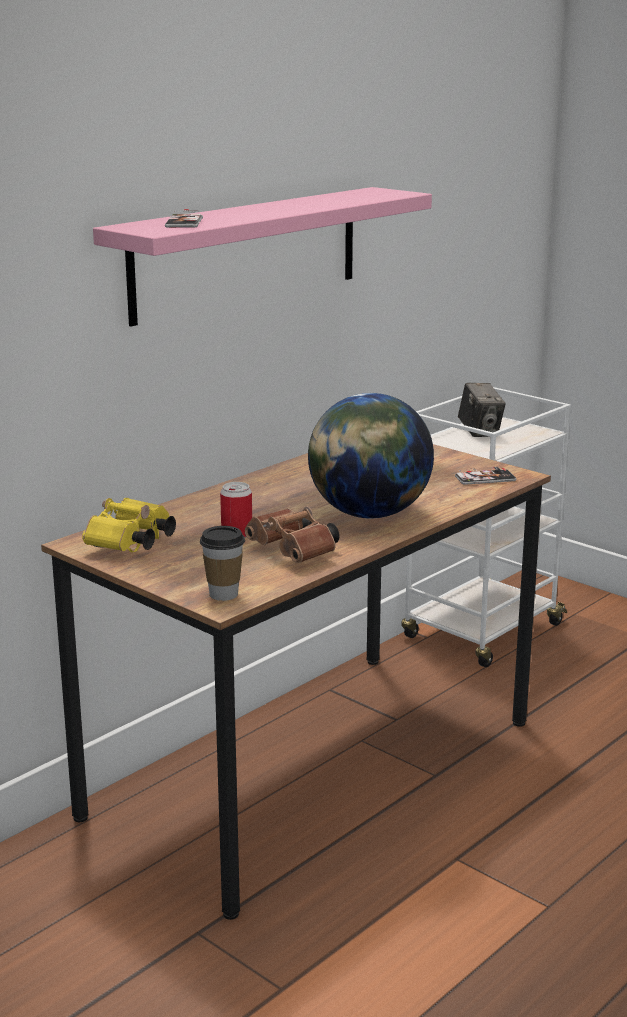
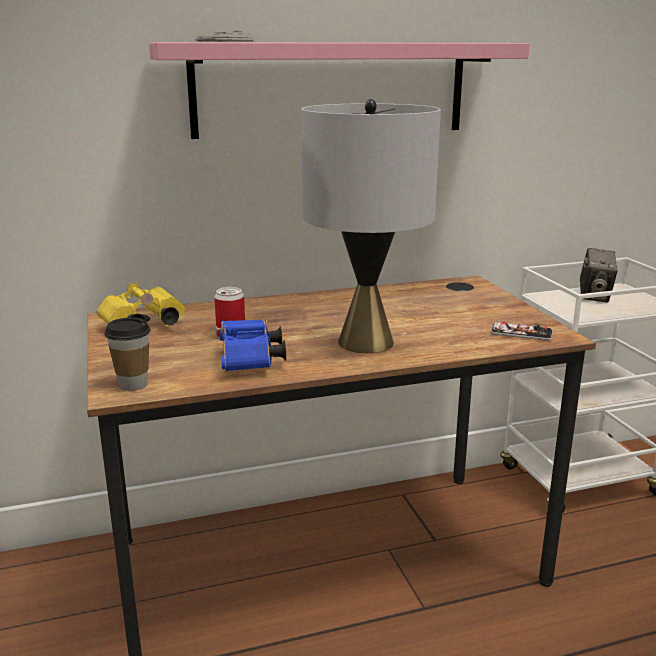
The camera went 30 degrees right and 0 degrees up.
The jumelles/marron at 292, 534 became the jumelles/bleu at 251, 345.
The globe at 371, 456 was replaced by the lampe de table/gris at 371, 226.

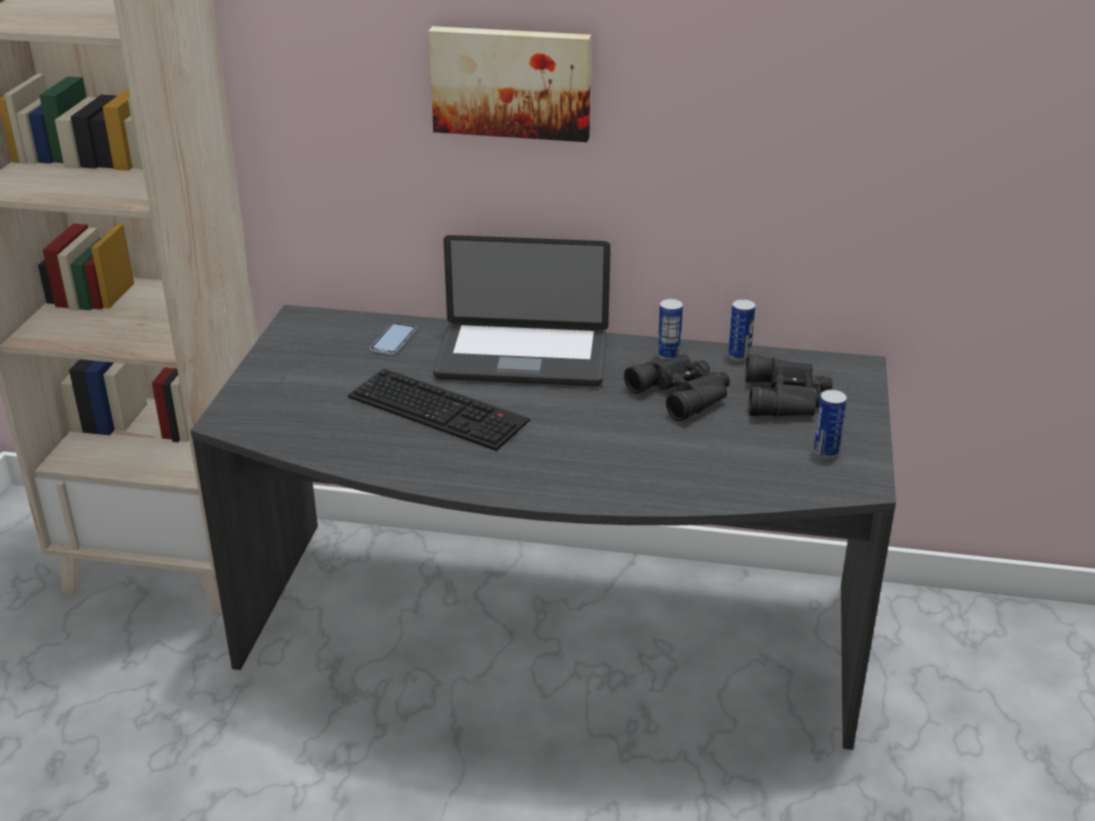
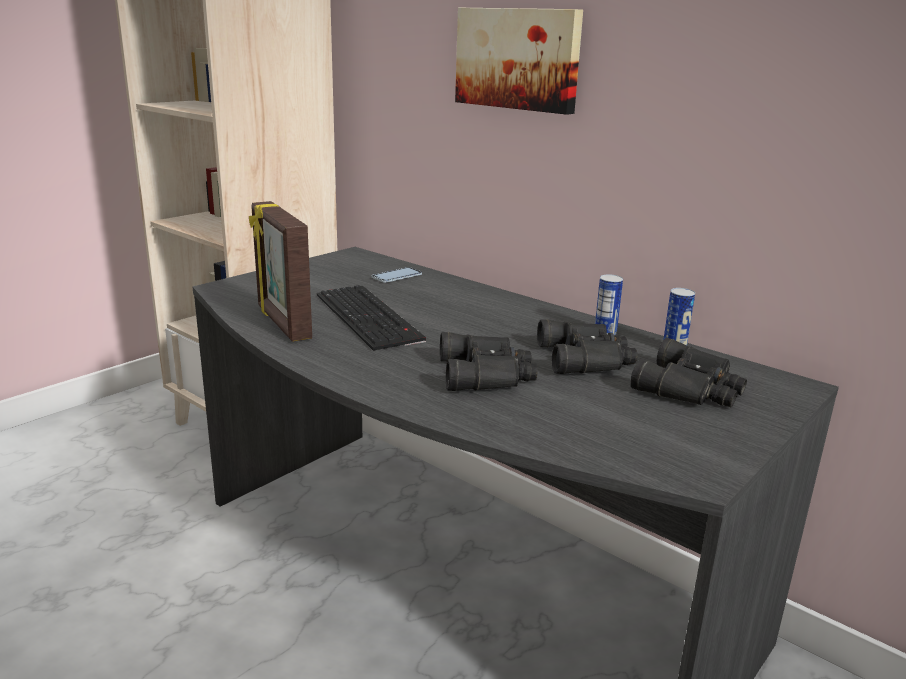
The camera went 30 degrees right and 10 degrees down.
The ordinateur portable at 522, 310 disappeared.
The boîte métallique at 830, 424 disappeared.
The cadre photo at 280, 271 appeared.
The jumelles/noir at 489, 361 appeared.

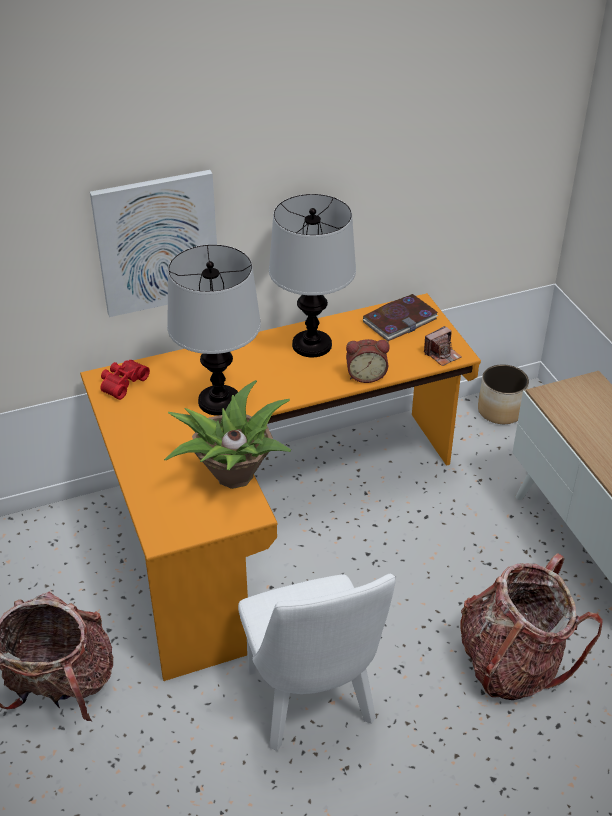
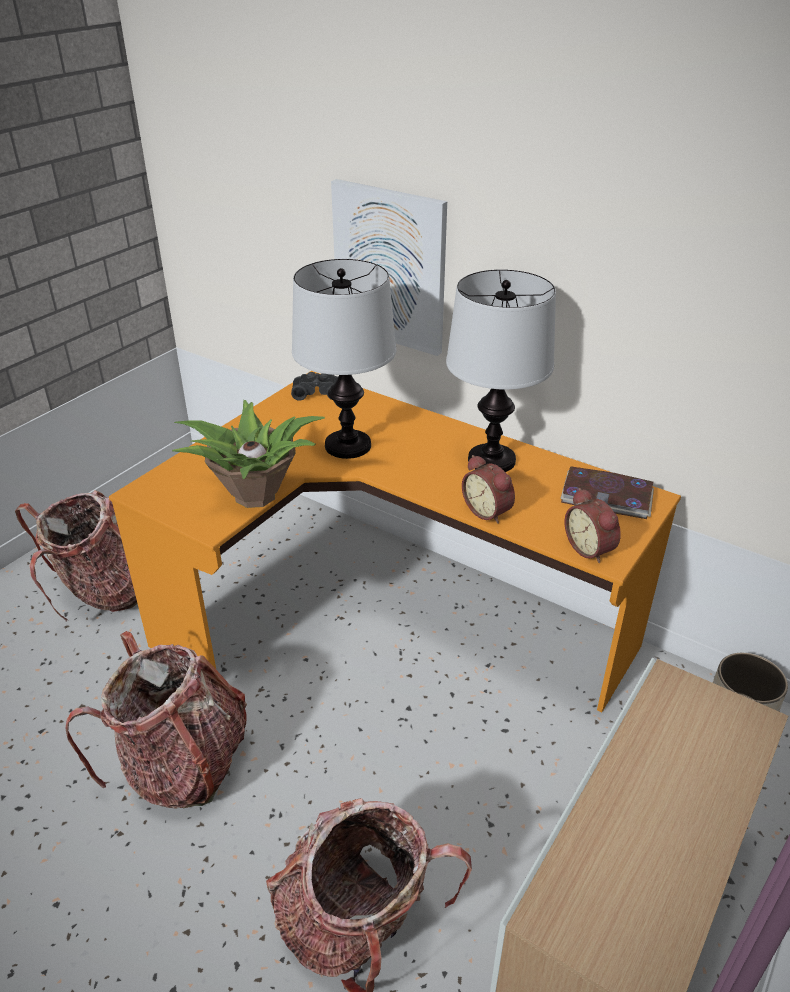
The camera went 55 degrees right and 5 degrees down.
The jumelles/rouge at 125, 380 became the jumelles/noir at 314, 386.
The chaise/blanc at 317, 662 was replaced by the sac à dos at 156, 720.
The appareil photo at 443, 346 was replaced by the réveil at 593, 525.

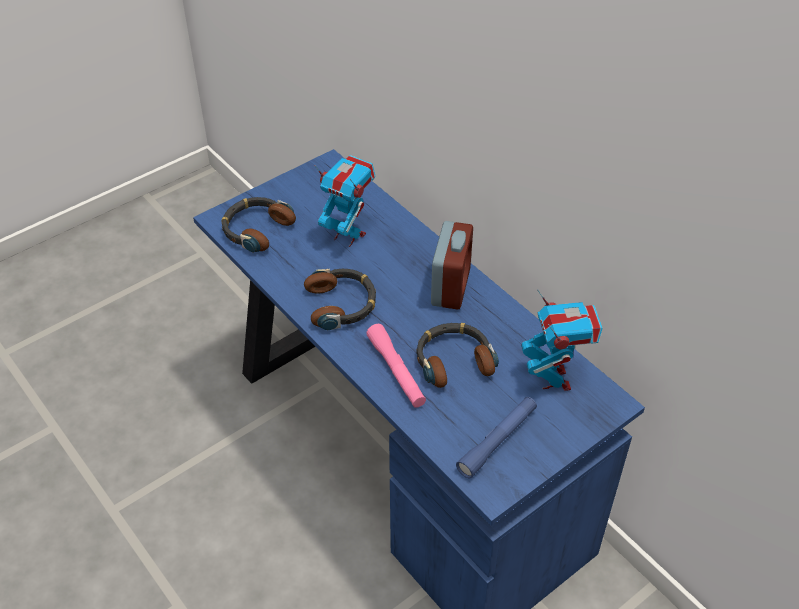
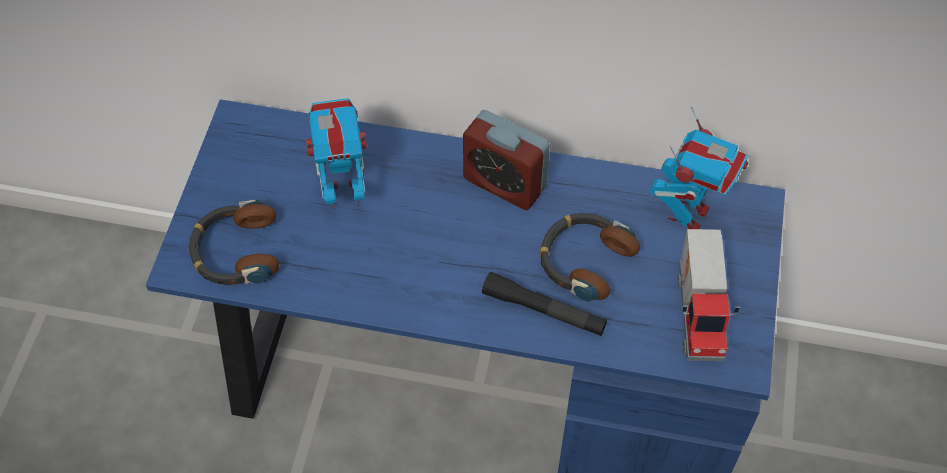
The camera went 40 degrees left and 10 degrees up.
The casque audio at 340, 299 disappeared.
The lampe de poche/rose at 396, 366 became the lampe de poche/noir at 544, 304.
The réveil at 452, 265 turned 150 degrees clockwise.
The lampe de poche/bleu at 496, 437 was replaced by the camion jouet at 708, 295.
The robot jouet at 561, 340 turned 75 degrees clockwise.

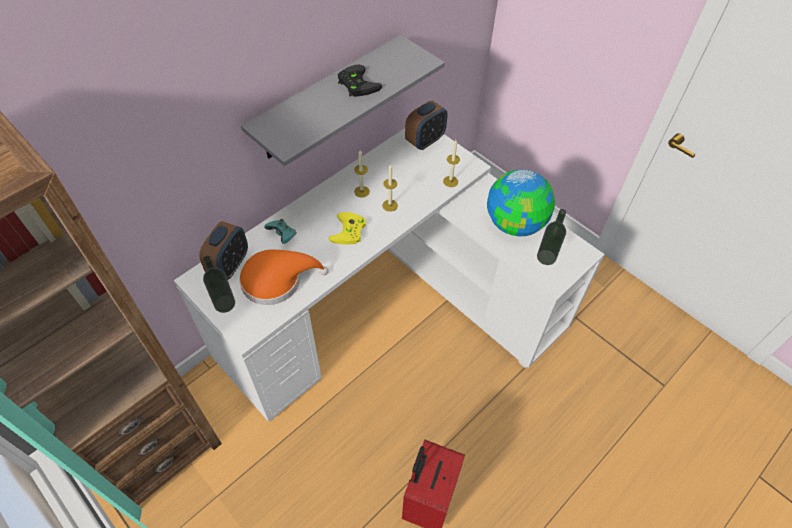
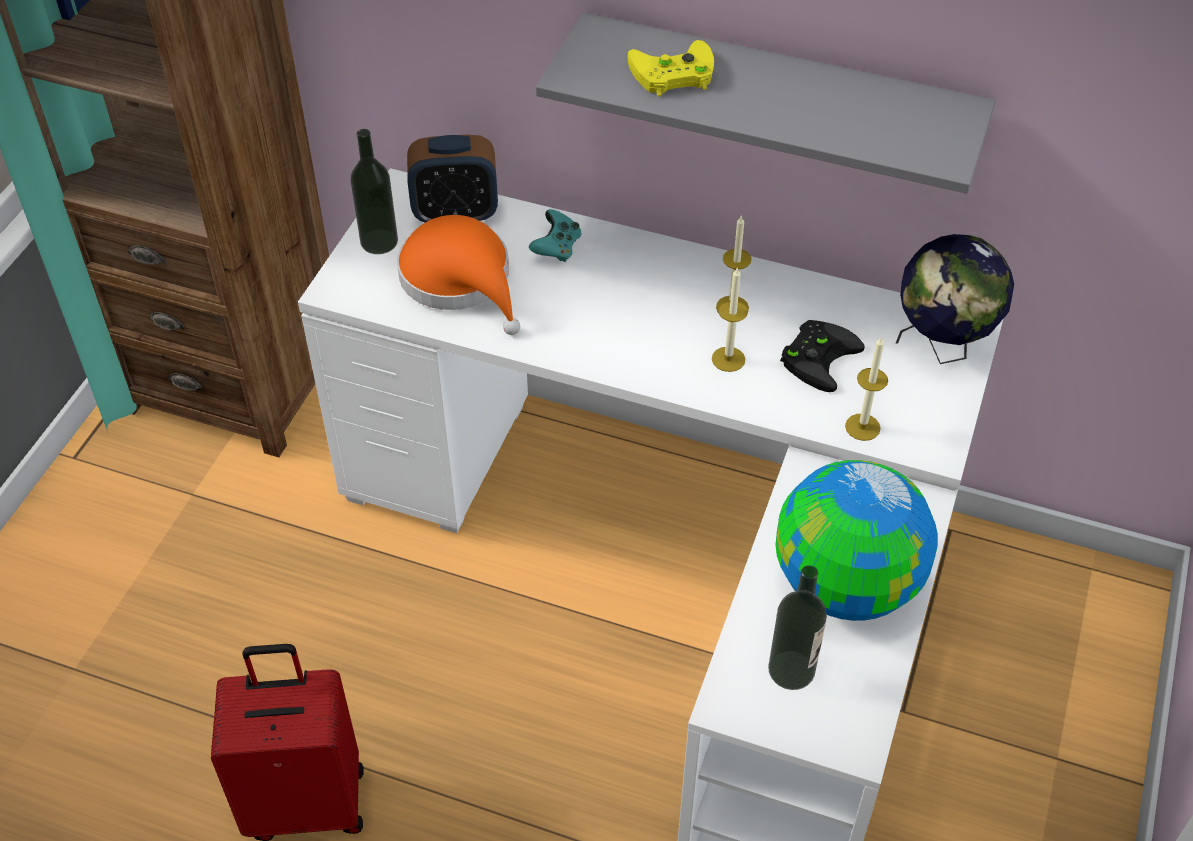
The camera went 65 degrees right and 5 degrees down.
The manette/jaune moved from 347, 228 to 671, 68.
The manette/noir moved from 360, 81 to 822, 356.
The réveil at 426, 125 was replaced by the globe at 955, 299.

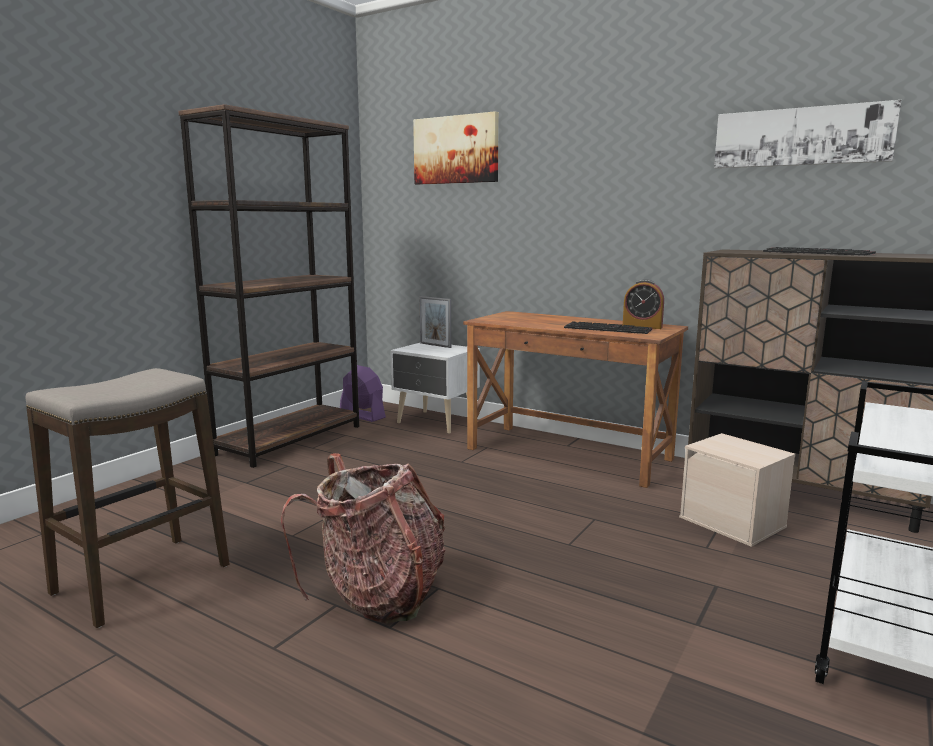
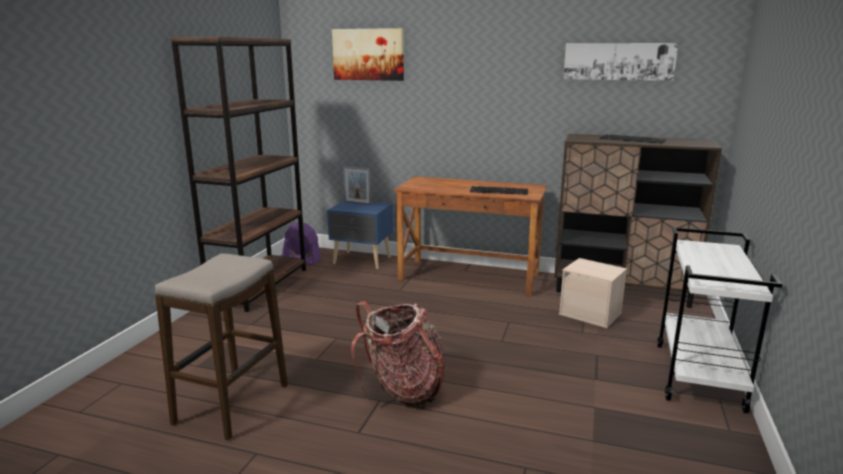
The camera went 15 degrees left and 5 degrees up.
The table de chevet/blanc at 435, 388 became the table de chevet/bleu at 360, 235.
The réveil at 643, 304 disappeared.

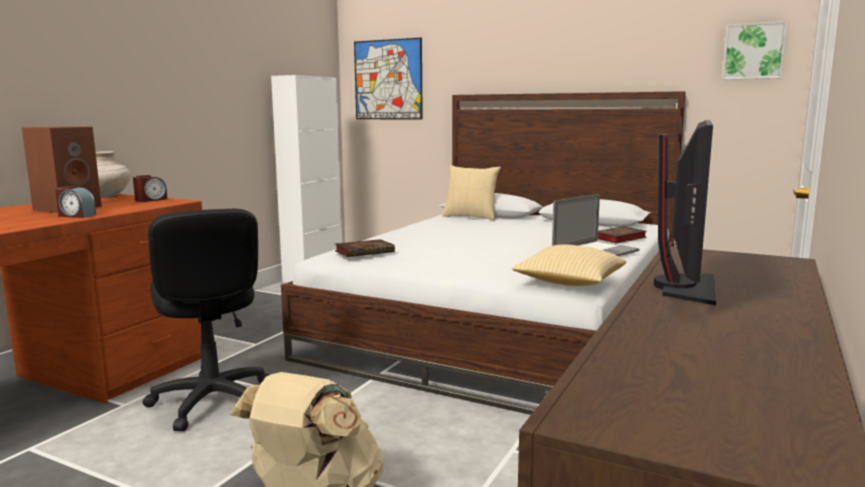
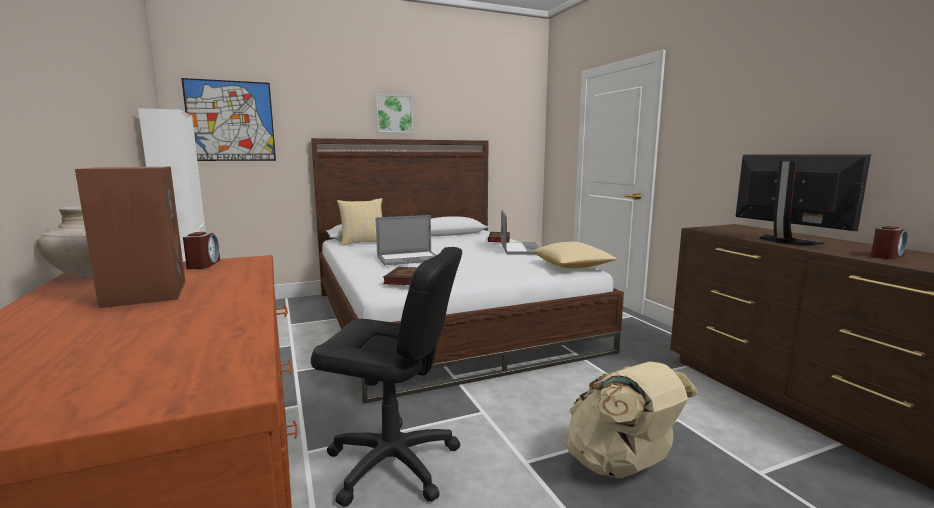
The camera went 50 degrees left and 0 degrees up.
The réveil moved from 75, 202 to 889, 242.
The tableau moved from 754, 50 to 394, 113.
The ordinateur portable at 406, 240 appeared.

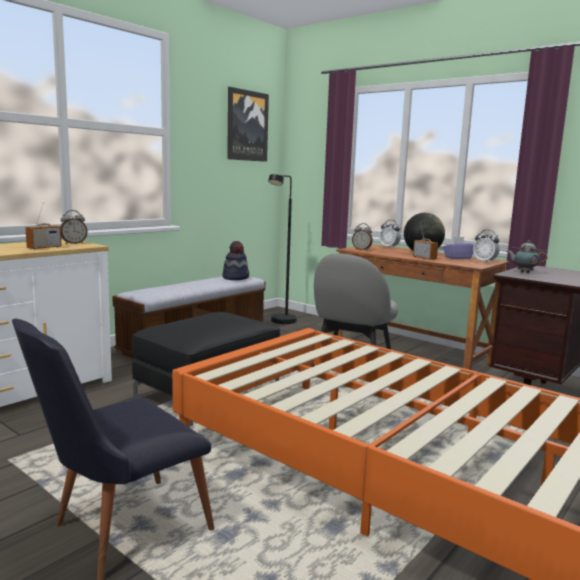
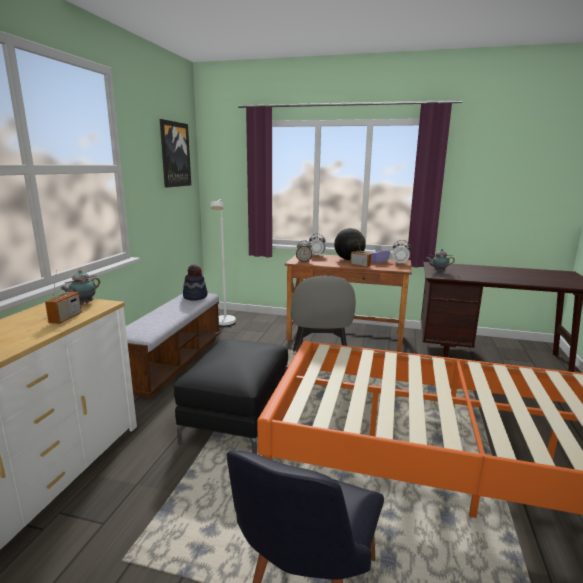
The camera went 25 degrees left and 5 degrees up.
The réveil at 74, 227 was replaced by the théière at 80, 287.
The lampadaire/noir at 282, 249 became the lampadaire/blanc at 223, 262.

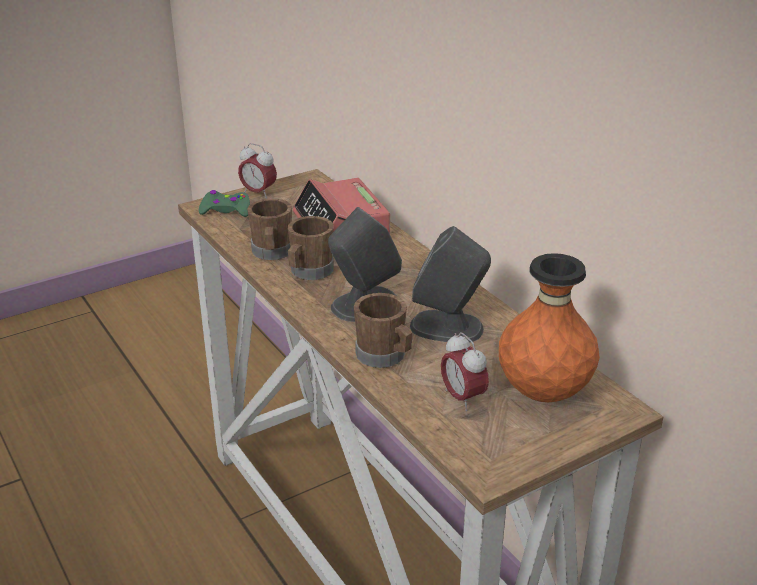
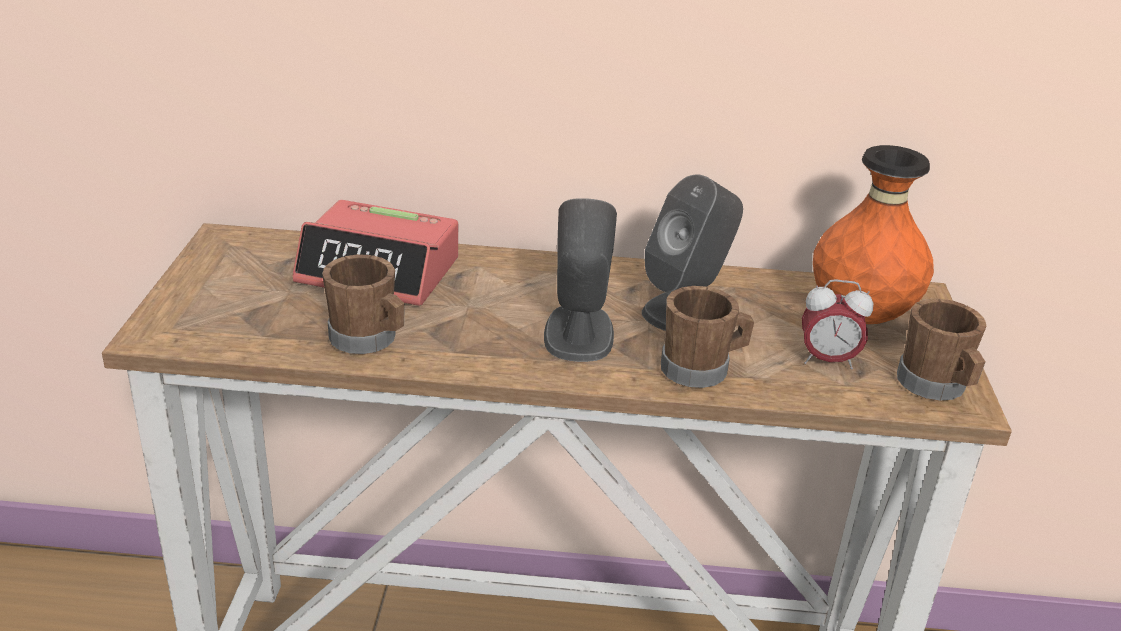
The camera went 55 degrees left and 0 degrees up.
The manette/vert at 224, 203 disappeared.
The réveil at 257, 170 disappeared.
The mug/marron moved from 311, 248 to 942, 350.

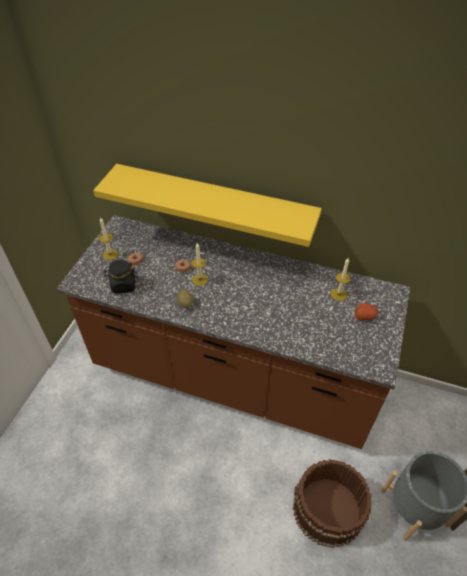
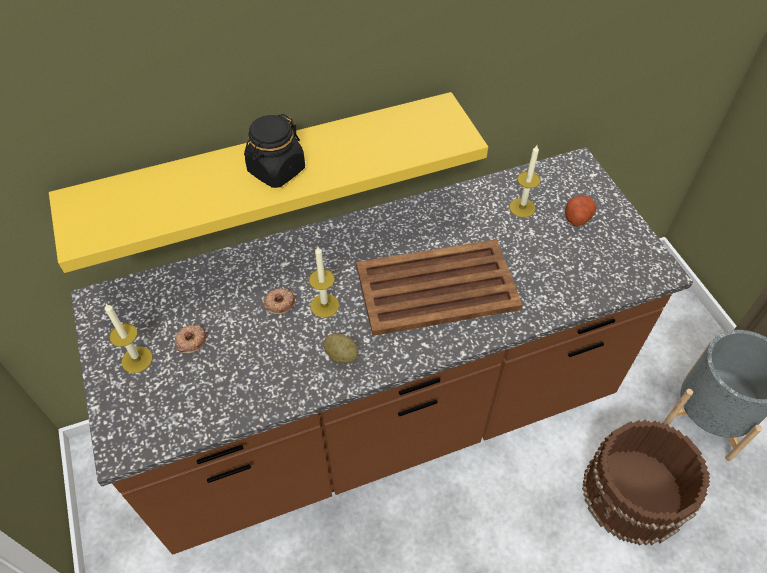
The camera went 40 degrees left and 5 degrees up.
The bocal/noir moved from 121, 276 to 274, 151.
The plateau/marron at 439, 287 appeared.

